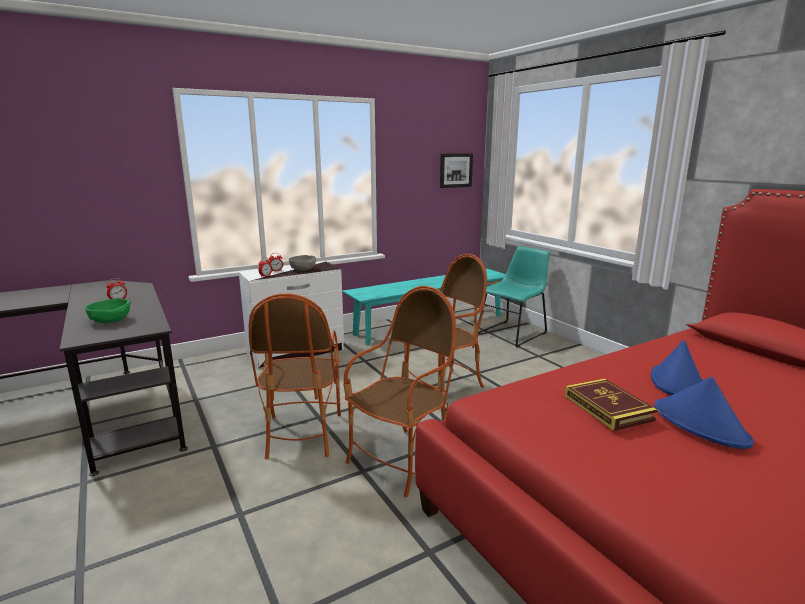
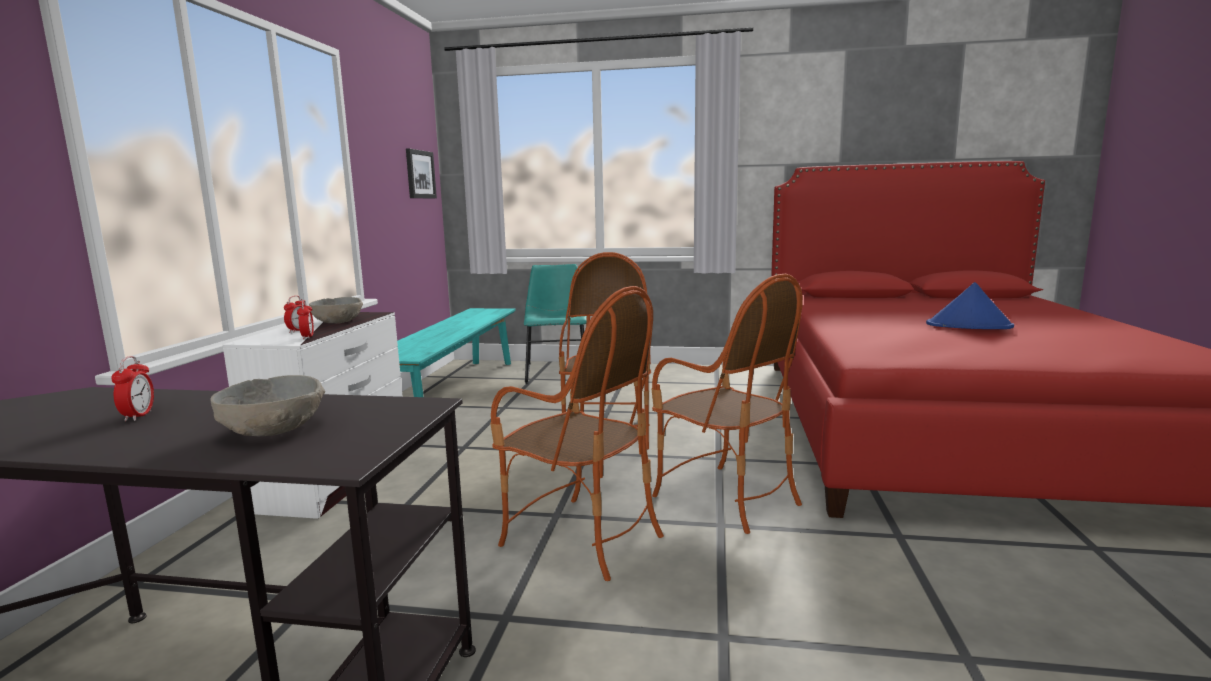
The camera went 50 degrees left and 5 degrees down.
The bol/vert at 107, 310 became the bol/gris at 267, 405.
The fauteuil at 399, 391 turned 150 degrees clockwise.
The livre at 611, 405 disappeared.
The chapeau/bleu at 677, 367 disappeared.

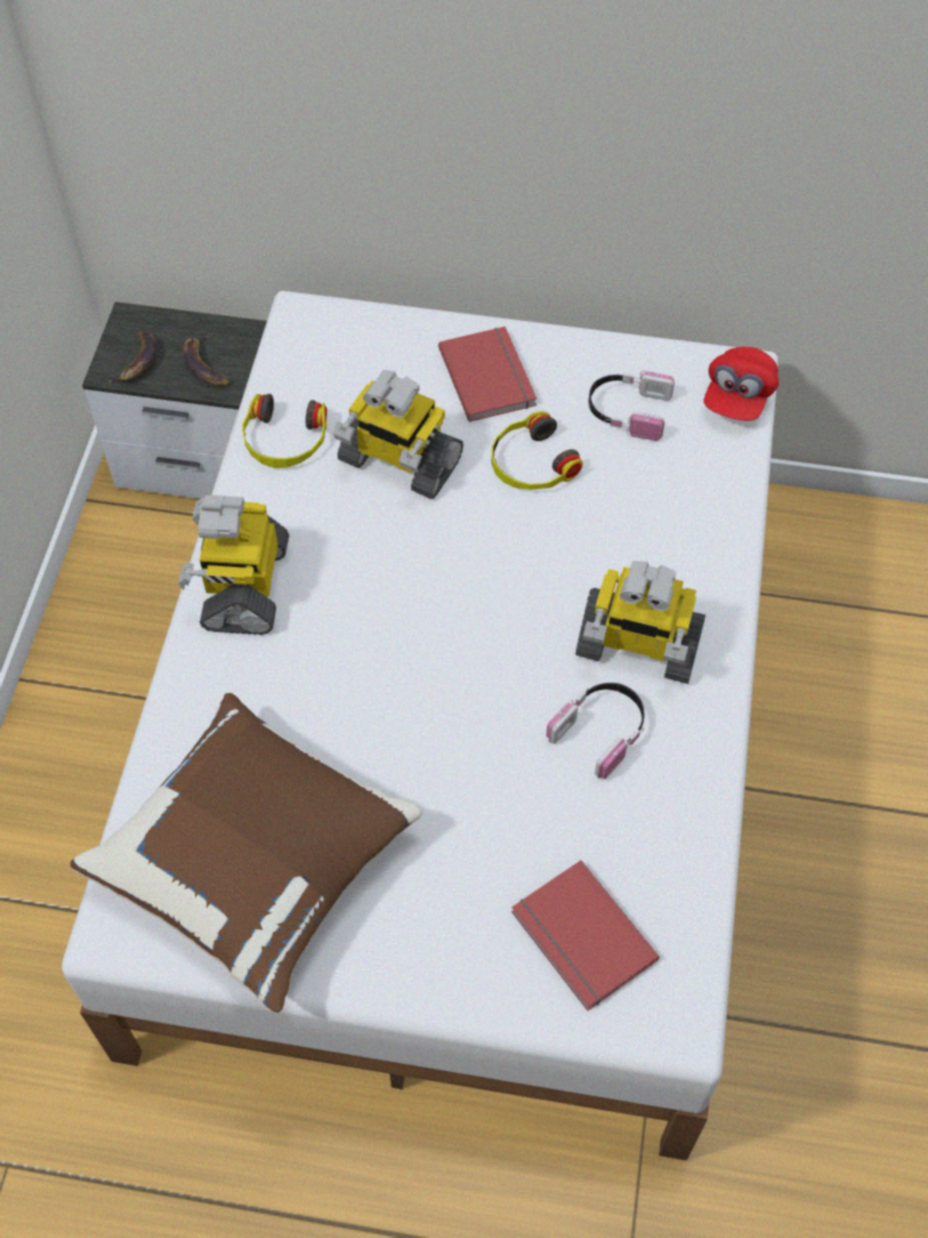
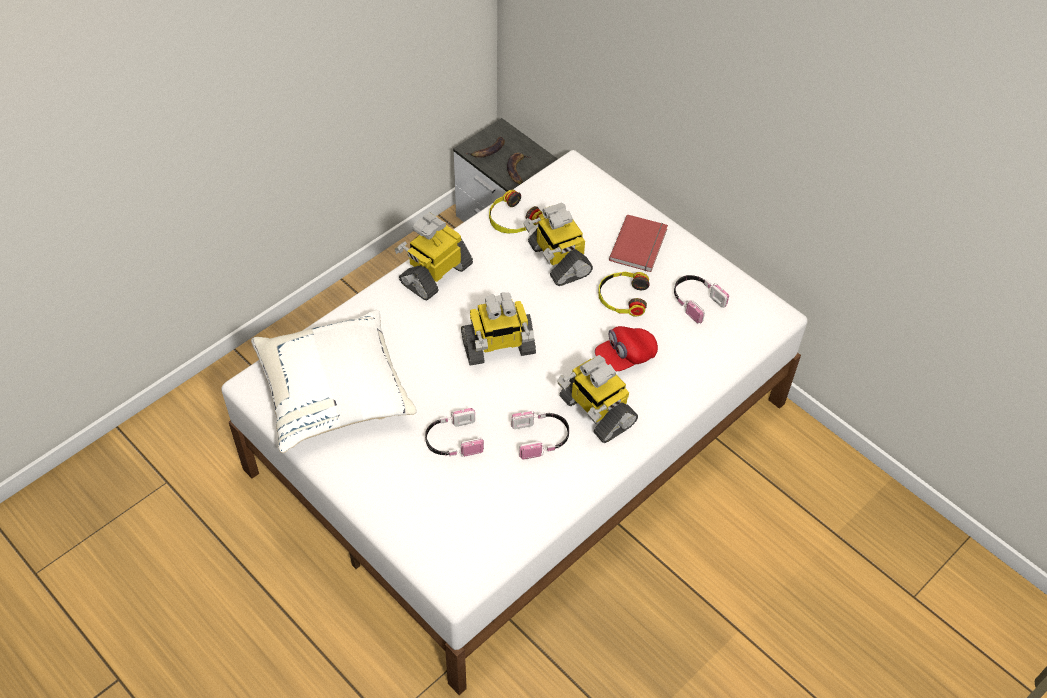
The camera went 35 degrees right and 5 degrees down.
The coussin/marron at 246, 853 became the coussin/blanc at 333, 381.
The livre/rouge at 585, 935 disappeared.
The casquette/rouge moved from 741, 384 to 626, 348.
The casque audio at 454, 432 appeared.
The robot jouet at 498, 328 appeared.

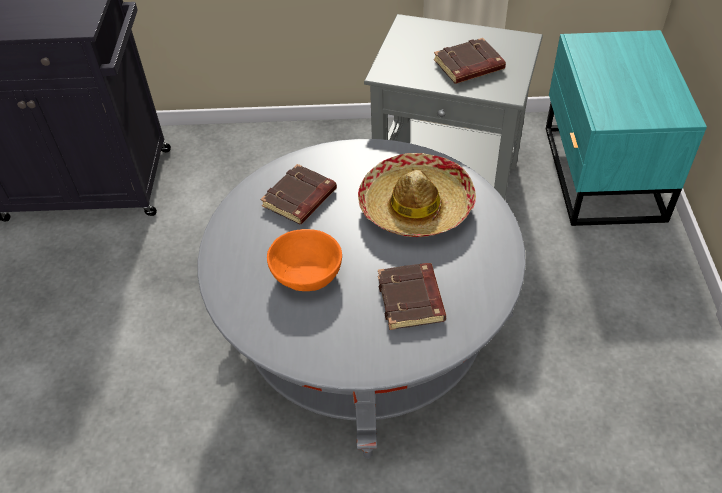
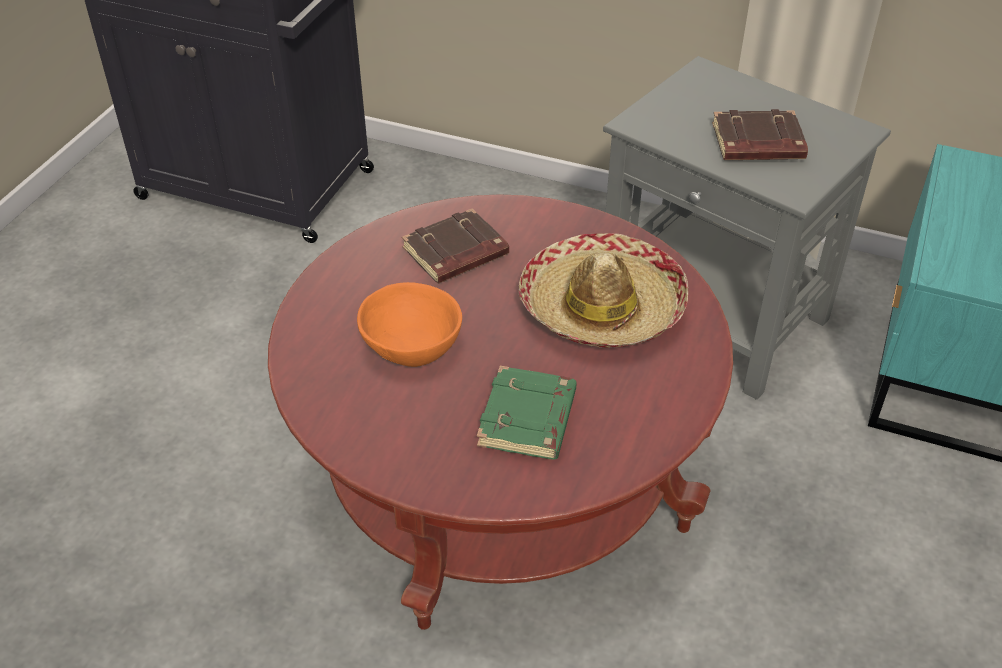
The camera went 20 degrees right and 5 degrees down.
The table basse/gris at 362, 299 became the table basse/rouge at 500, 412.
The livre/marron at 412, 296 became the livre/vert at 527, 412.

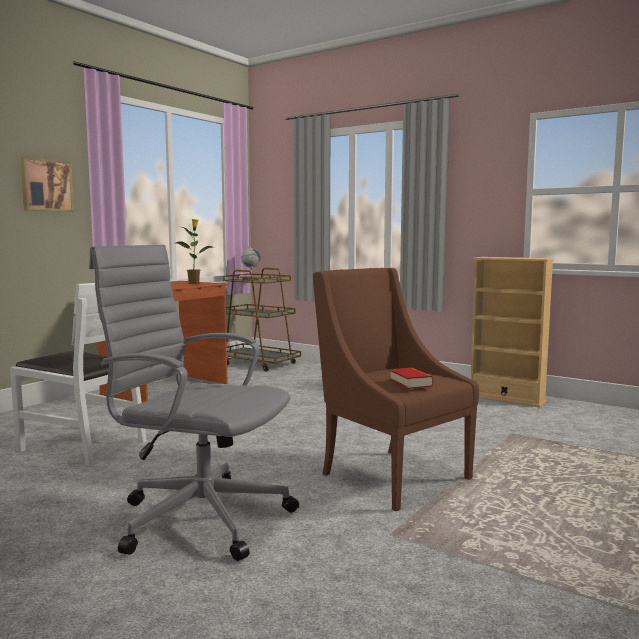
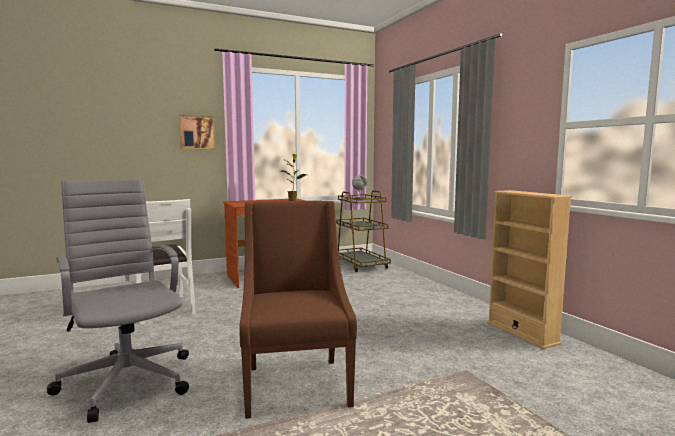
The camera went 30 degrees right and 0 degrees up.
The livre at 411, 378 disappeared.

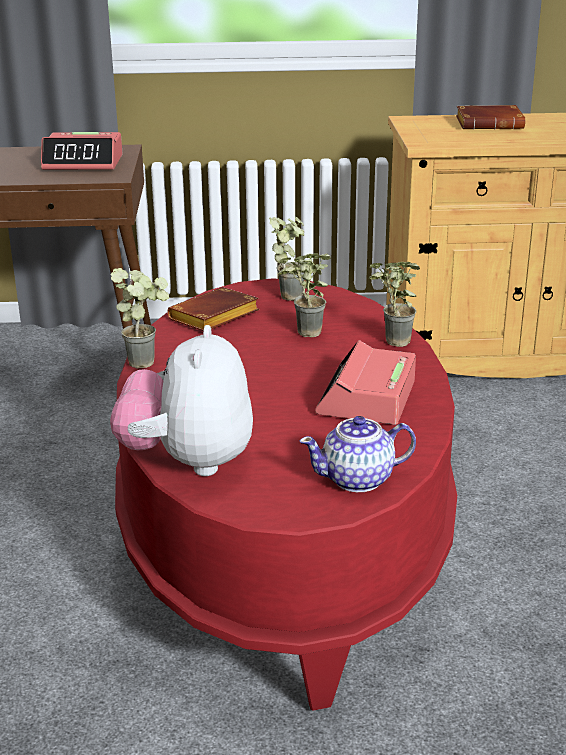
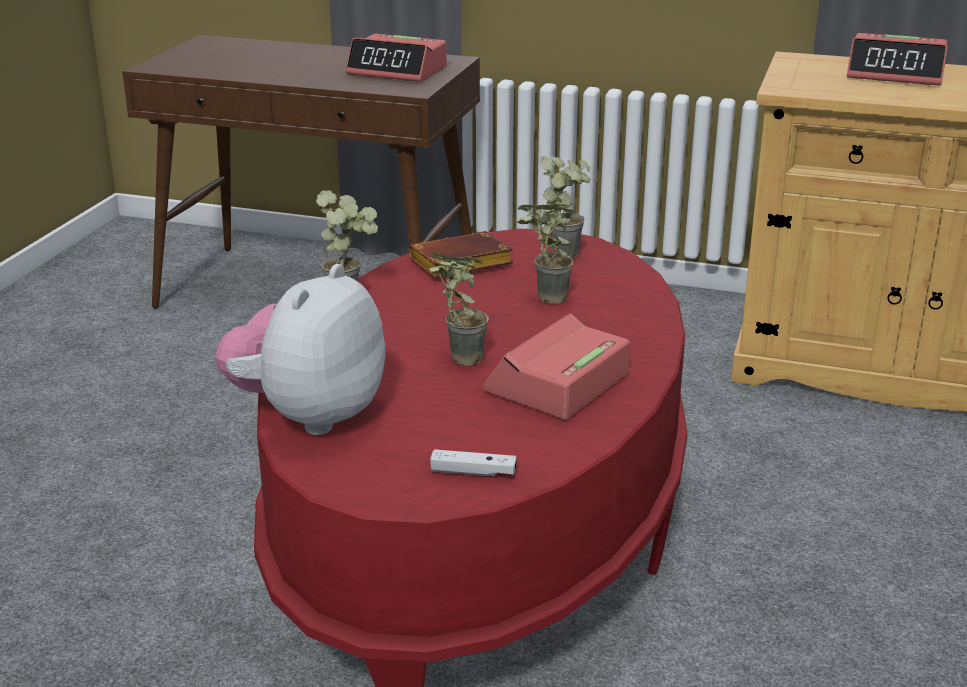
The camera went 20 degrees right and 0 degrees up.
The théière at 357, 454 was replaced by the manette/blanc at 473, 462.
The plante en pot moved from 394, 304 to 459, 310.
The livre/marron at 490, 117 was replaced by the réveil at 897, 59.

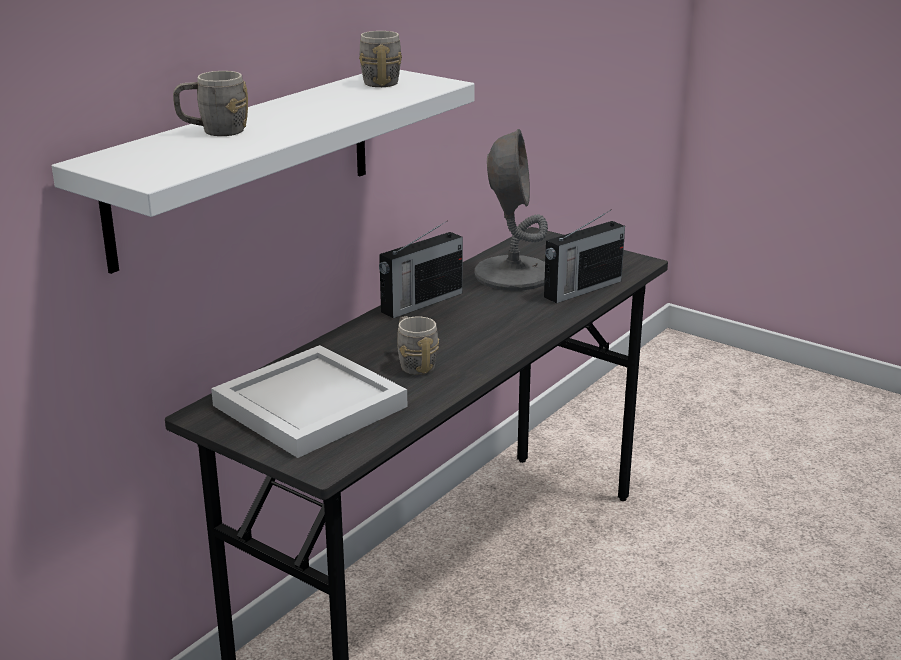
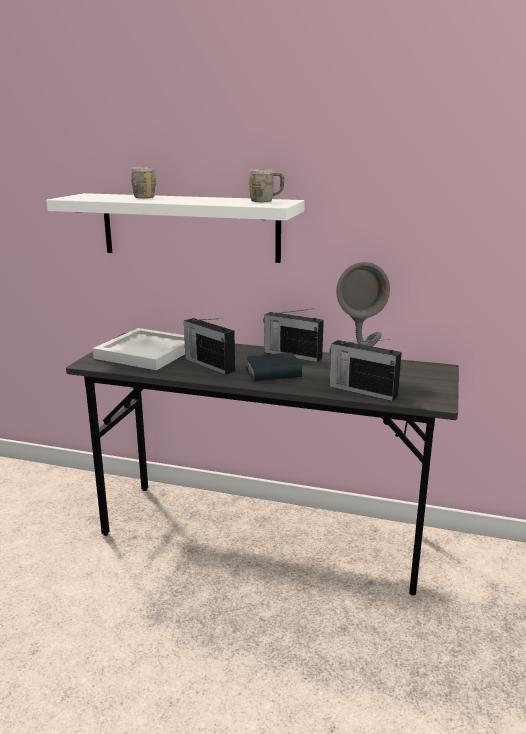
The camera went 70 degrees right and 5 degrees down.
The mug/gris at 418, 345 was replaced by the radio at 209, 346.
The livre at 274, 367 appeared.

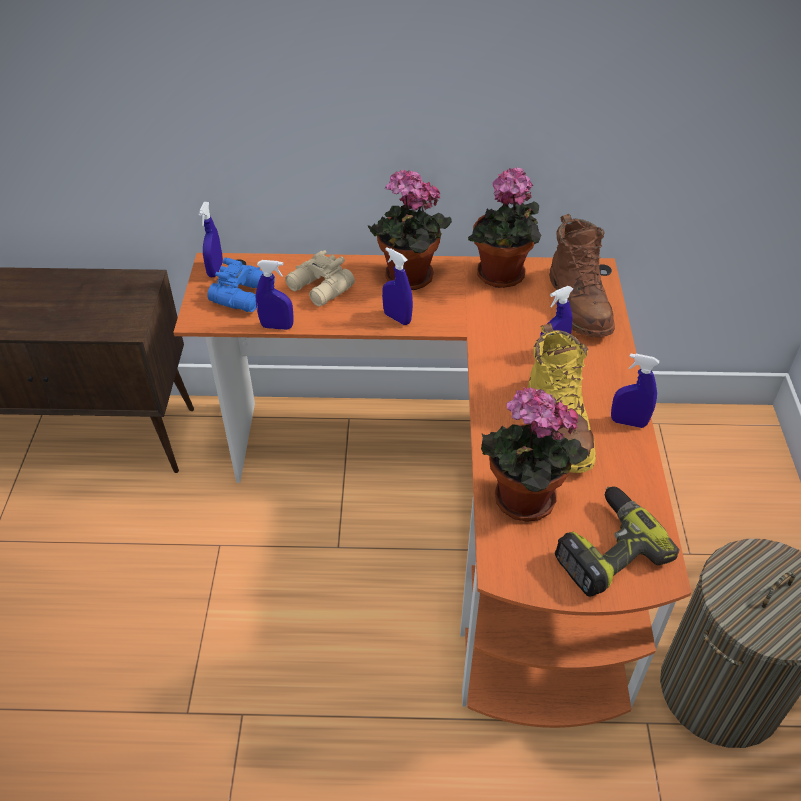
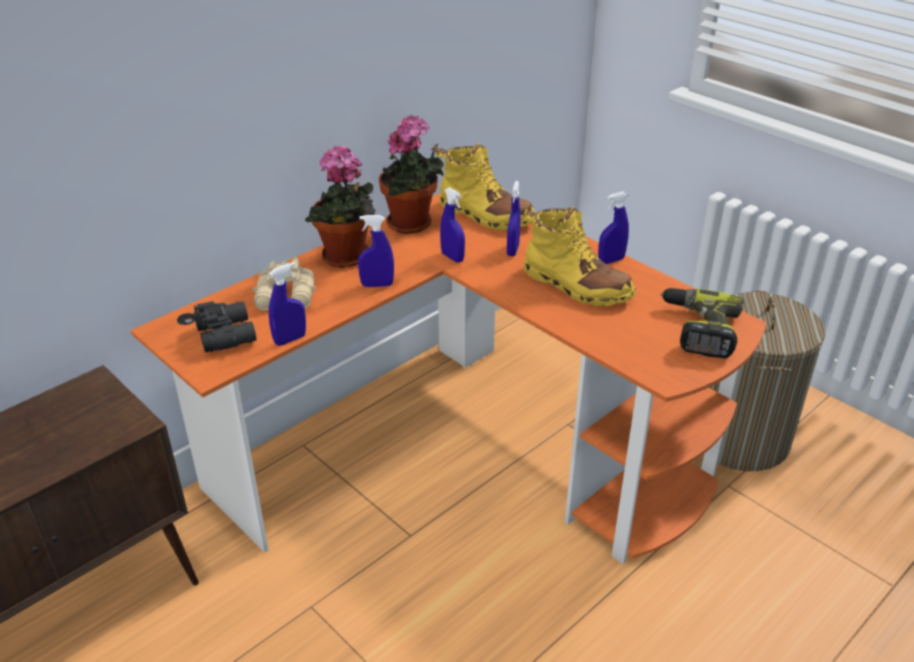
The camera went 45 degrees left and 10 degrees down.
The vaporisateur/bleu moved from 210, 239 to 452, 225.
The jumelles/bleu at 241, 284 became the jumelles/noir at 225, 326.
The plante en pot at 534, 454 disappeared.
The botte/marron at 582, 275 became the botte/jaune at 486, 187.

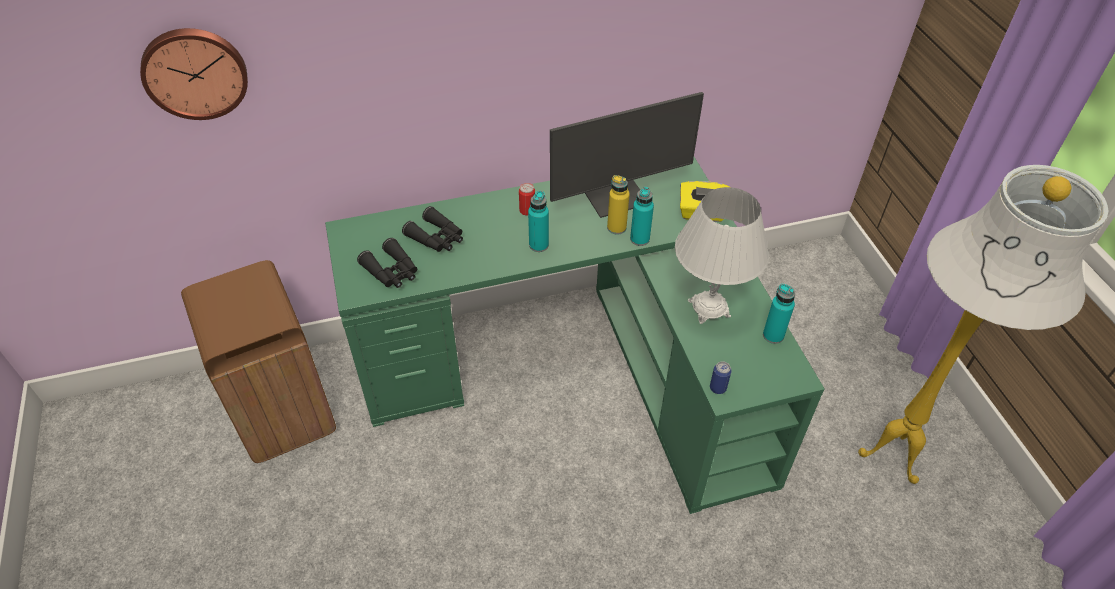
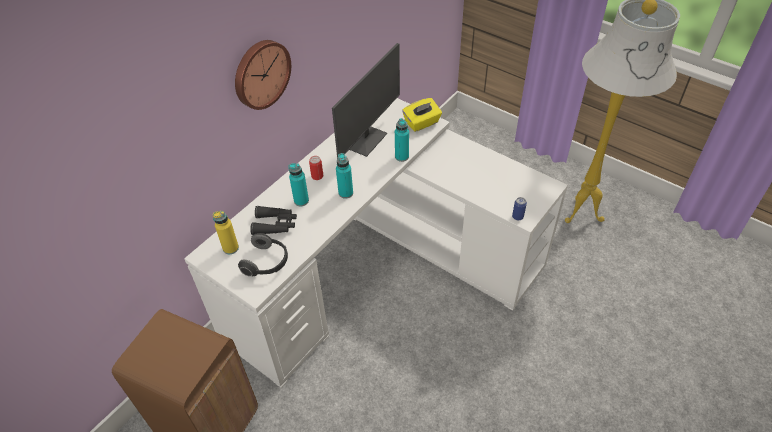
The camera went 35 degrees left and 0 degrees up.
The horloge murale moved from 194, 74 to 263, 75.
The bureau/vert at 575, 335 became the bureau/blanc at 376, 243.
The jumelles/noir at 387, 263 was replaced by the casque audio at 263, 255.
The bouteille/jaune moved from 618, 205 to 226, 232.
The lampe de table/blanc at 722, 255 disappeared.
The bouteille/turquoise moved from 779, 314 to 299, 184.

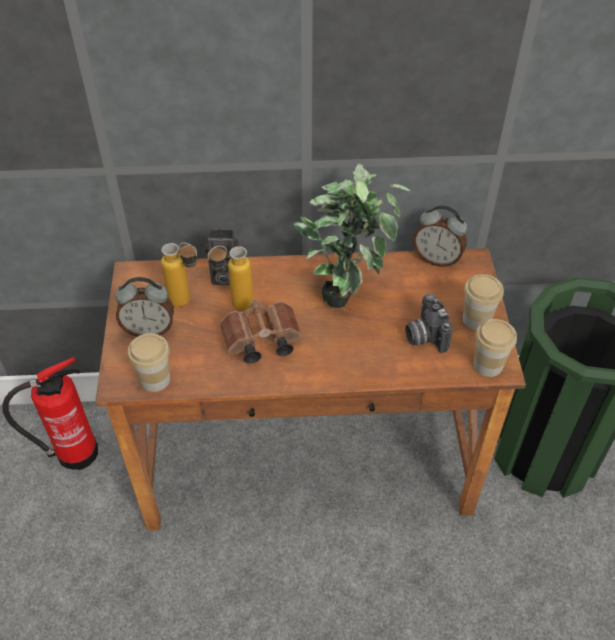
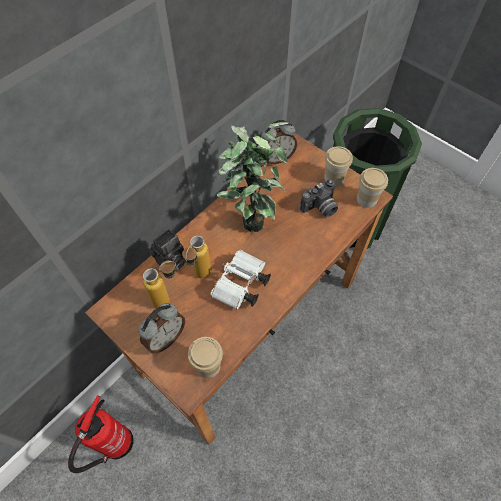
The camera went 45 degrees left and 10 degrees up.
The jumelles/marron at 260, 332 became the jumelles/blanc at 240, 279.
The appareil photo at 429, 323 turned 60 degrees counterclockwise.

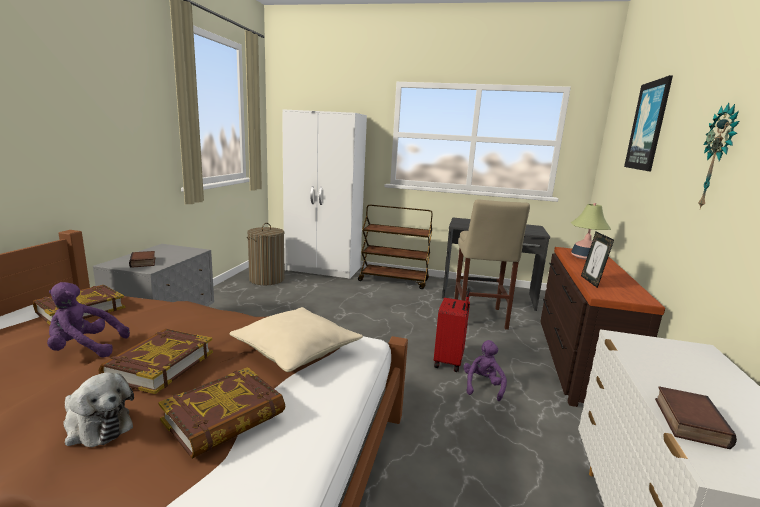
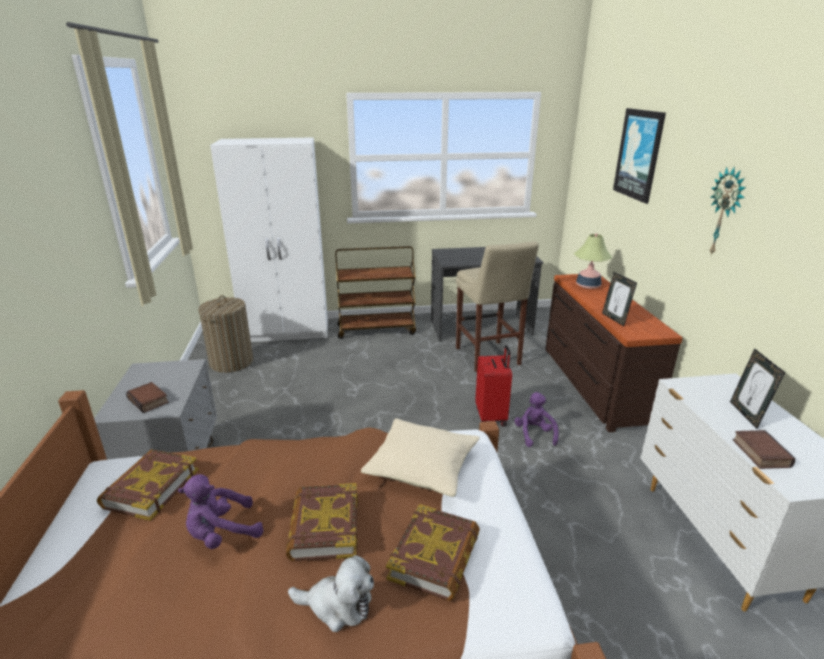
The camera went 20 degrees left and 10 degrees up.
The cadre photo at 757, 388 appeared.

